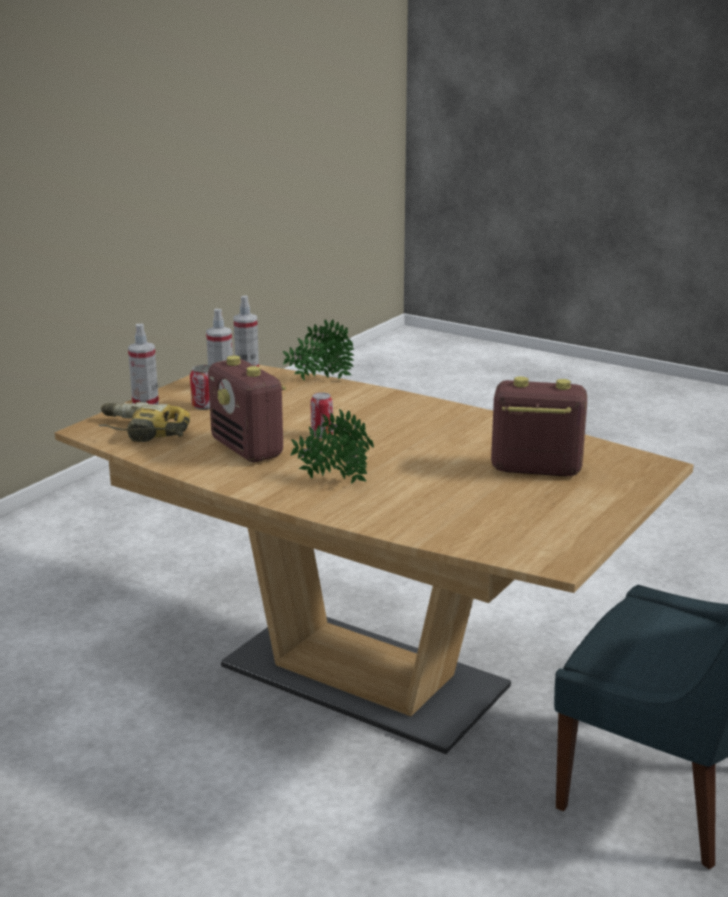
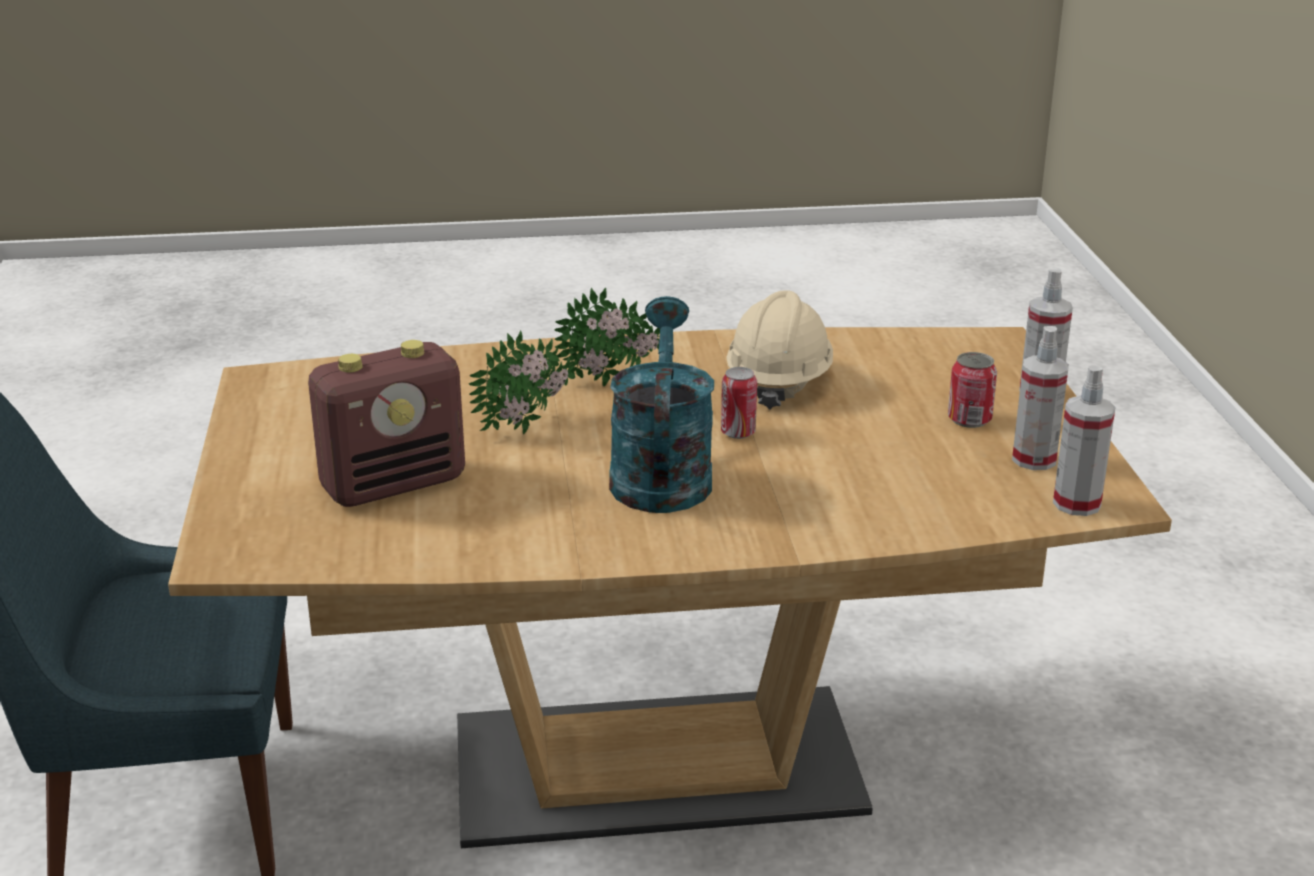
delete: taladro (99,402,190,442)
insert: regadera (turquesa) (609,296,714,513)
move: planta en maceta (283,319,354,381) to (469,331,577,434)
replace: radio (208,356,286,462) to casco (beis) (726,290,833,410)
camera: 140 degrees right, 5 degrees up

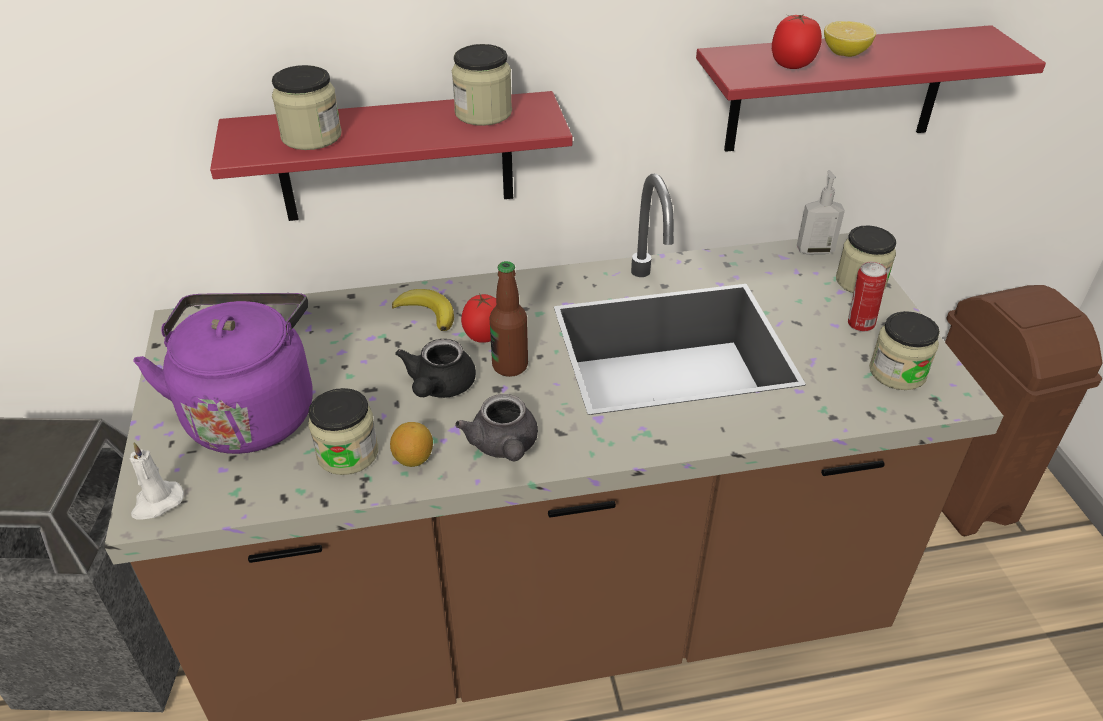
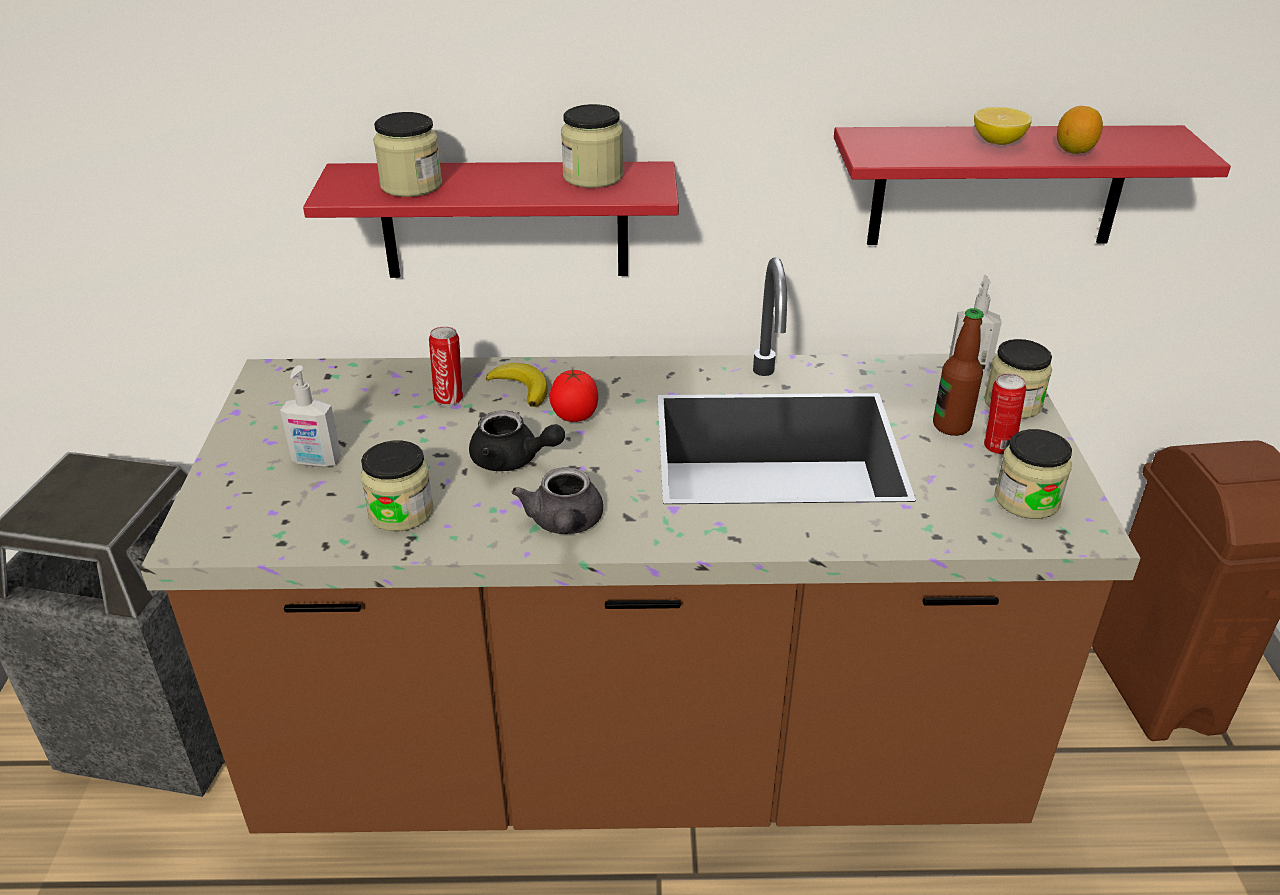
delete: tomate (772,14,822,69); vela (blanco) (130,442,184,520)
insert: lata (429,327,463,405)
move: botella (489,261,528,377) to (933,308,984,436); limón (390,422,433,467) to (1057,106,1103,154)
replace: hervidor (morado) (133,293,313,454) to dispensador de jabón (280,365,341,467)
rotate: tetera (negro) (395,339,476,398) = (469,410,565,471) 90 degrees counterclockwise
camera: 10 degrees right, 5 degrees down

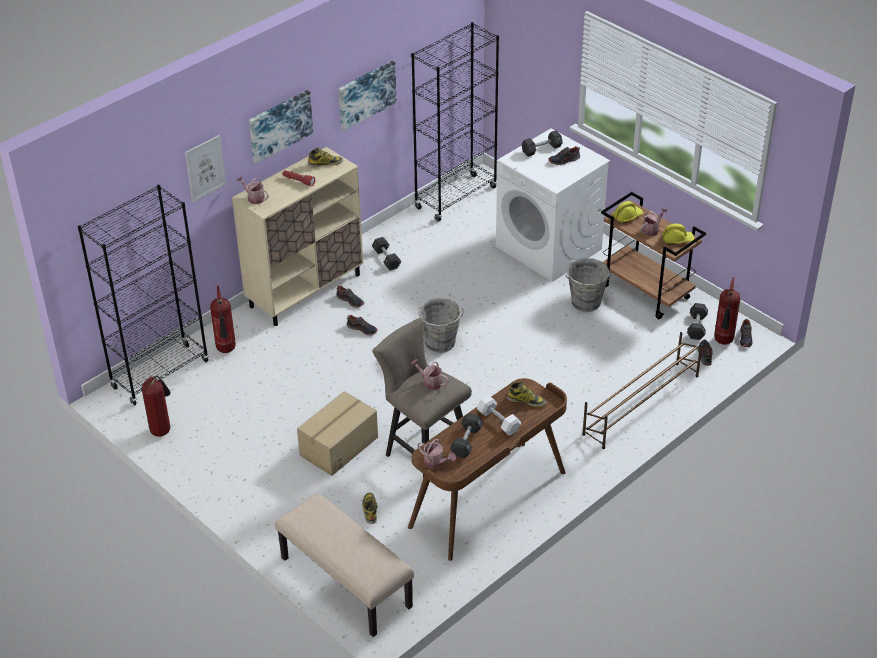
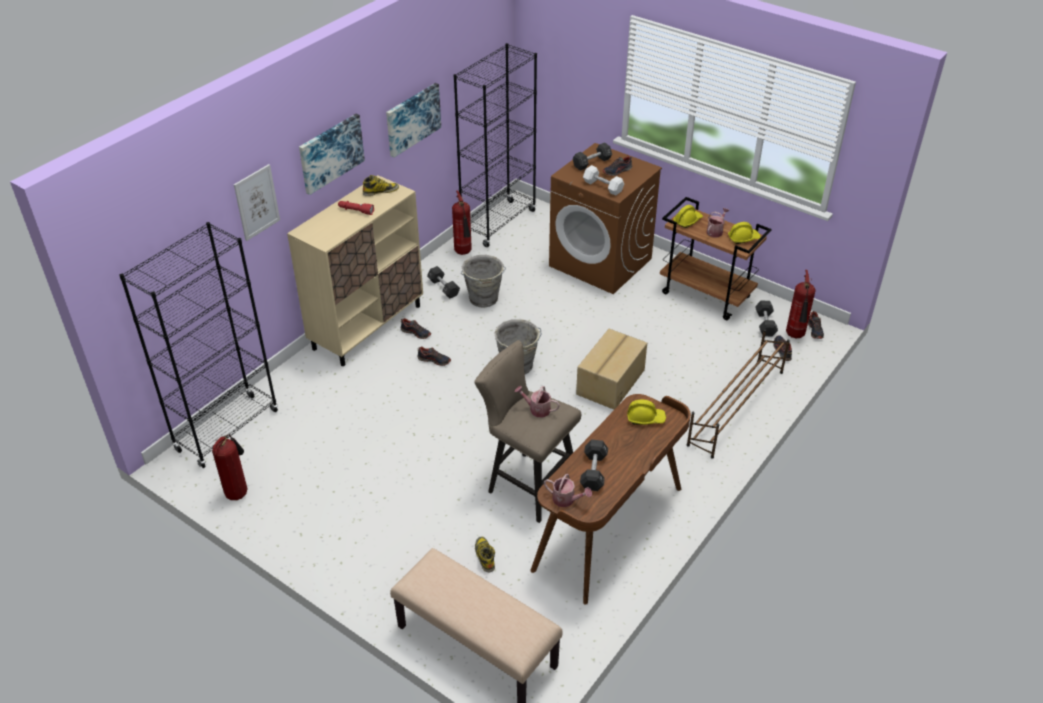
delete: regadera (237,176,269,204)
move: cubo (gris) (566,258,611,312) to (461,255,506,308); extintor (210,286,236,353) to (452,190,472,255); caja de cartón (297,391,378,476) to (576,329,647,410); mancuerna (blanco) (477,395,521,436) to (583,165,624,196)
replace: bota (507,382,546,407) to casco (amarillo) (627,400,666,425)
recolor: lavadora (blanco) (496,128,610,282) to lavadora (marrón) (549,143,662,294)
camera: 10 degrees left, 0 degrees up

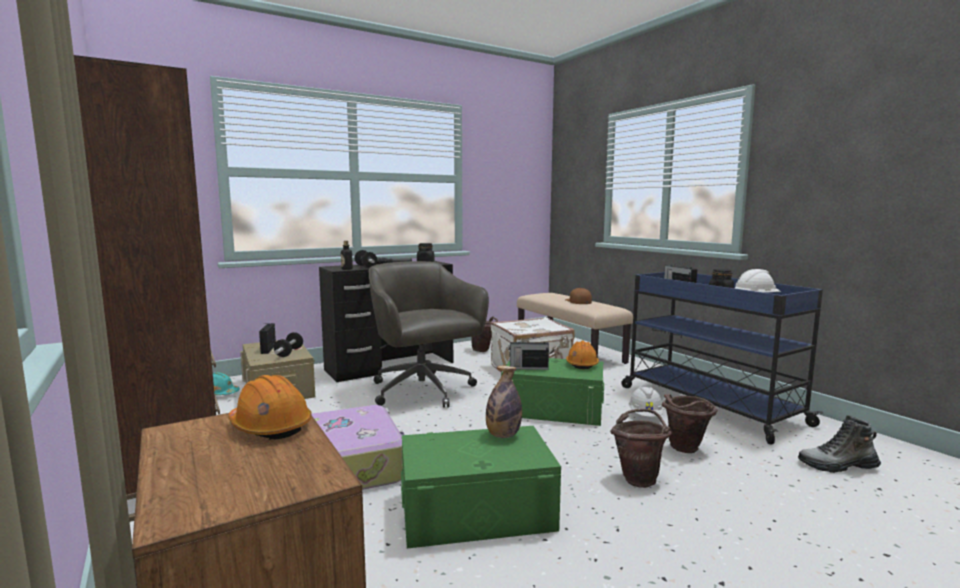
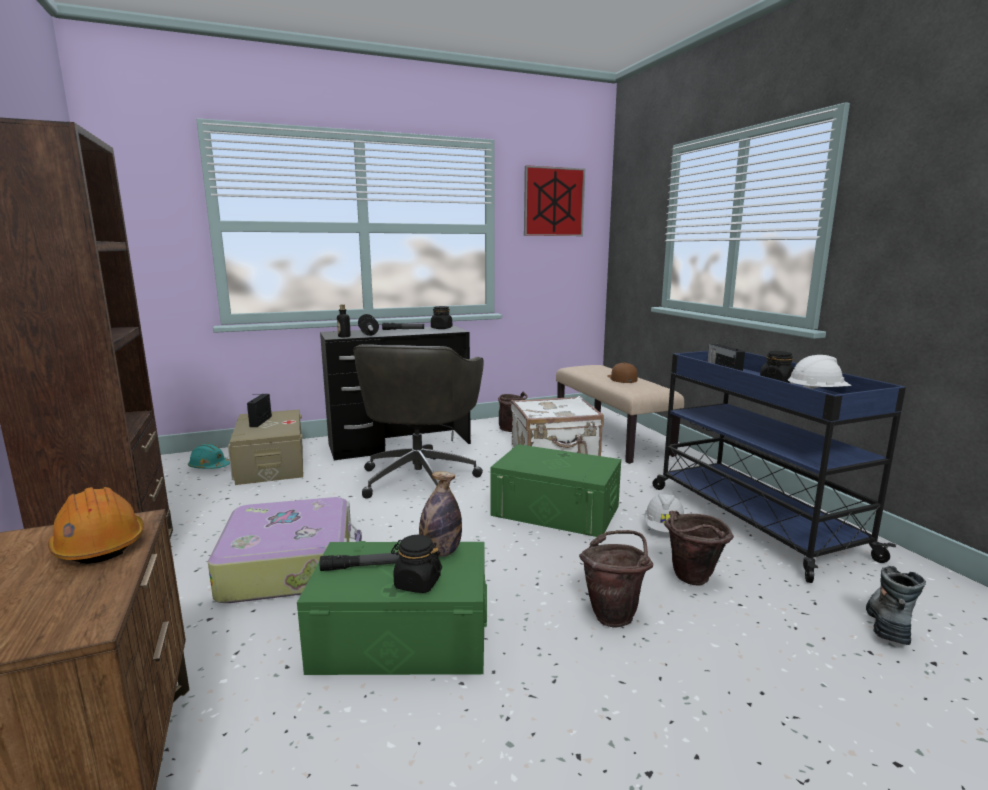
delete: mancuerna (274,332,303,357); radio (509,336,549,370); casco (naranja) (566,341,599,370)
insert: cuadro (524,165,585,236); tarro (negro) (391,535,442,593); linterna (320,552,399,571)
rotate: silla de oficina (gris) (369,261,489,408) = (353,344,483,499) 150 degrees counterclockwise; bota (798,415,881,473) = (866,566,926,645) 105 degrees clockwise
camera: 10 degrees right, 5 degrees up

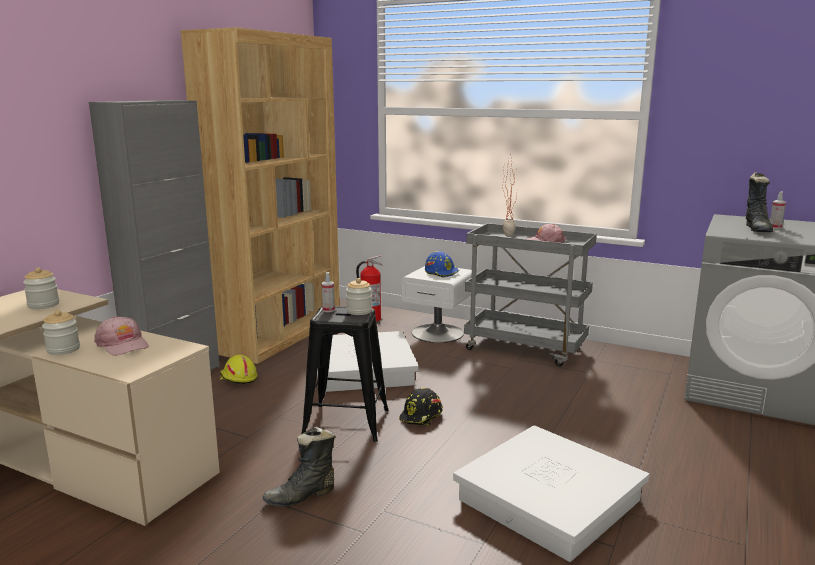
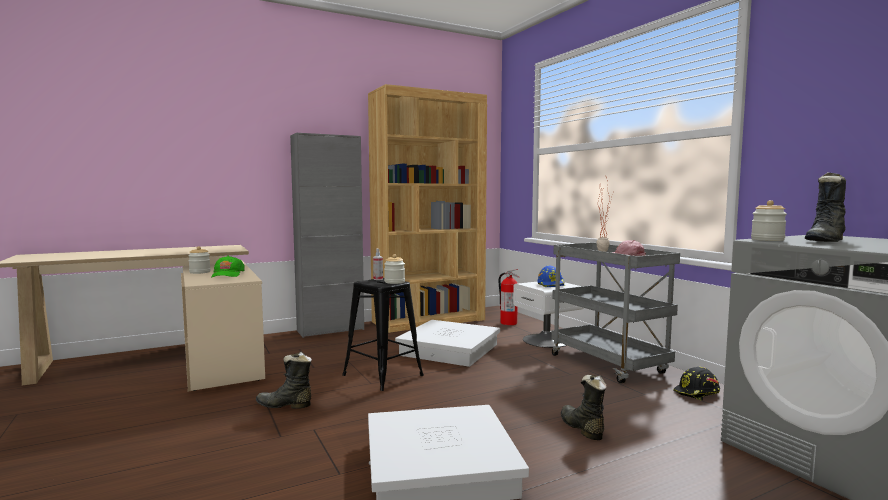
delete: pulverizador (770,191,786,229); casco (amarillo) (220,355,257,384)
insert: bota (negro) (561,375,607,440)
move: tarro (23,268,59,309) to (751,200,787,241); casco (negro) (399,387,443,426) to (674,367,720,400)
recolor: gorra (rosa) (94,316,149,356) to gorra (verde) (211,256,245,277)
camera: 35 degrees right, 10 degrees down

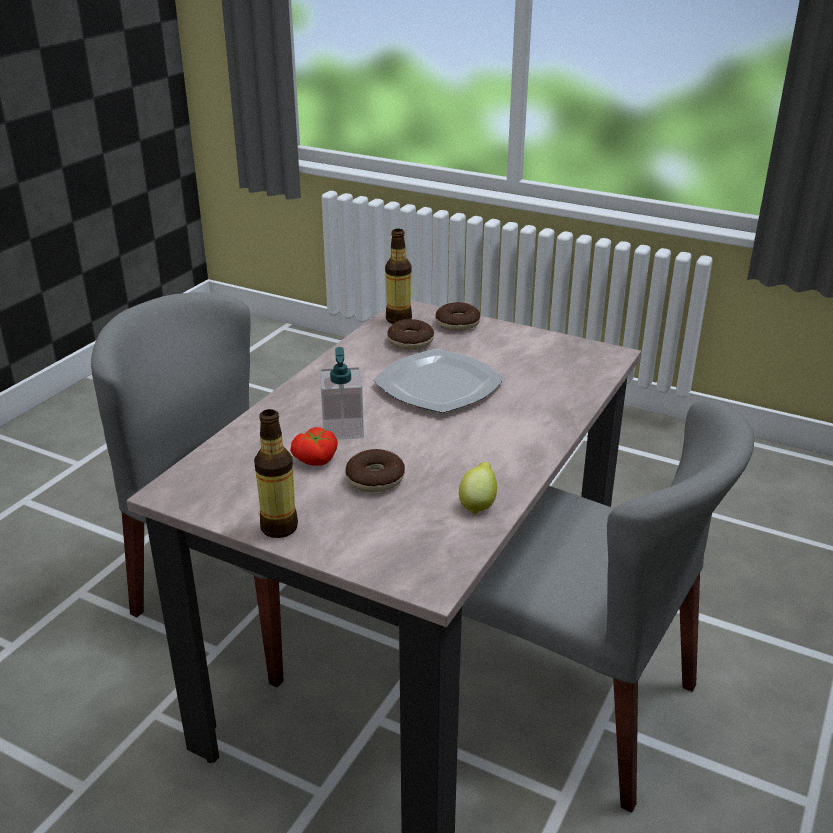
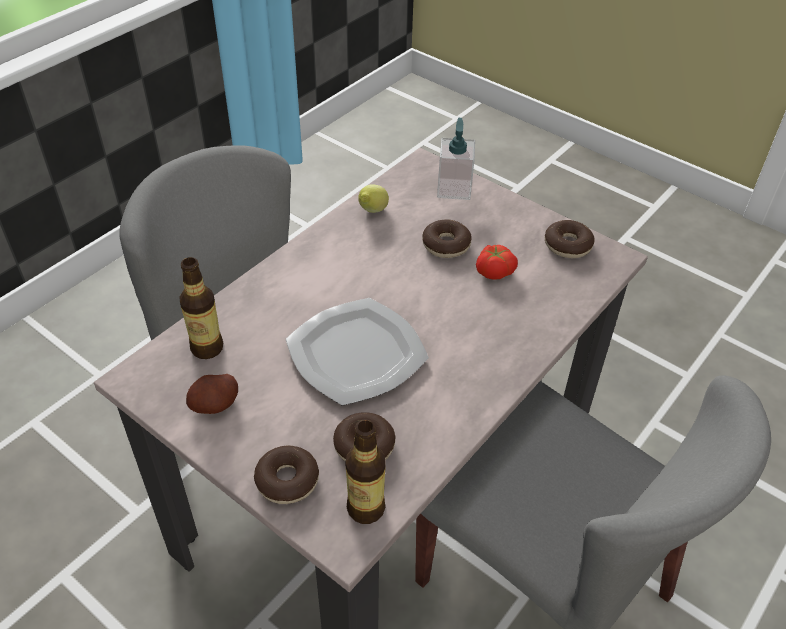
insert: rosquilla (545,220,595,258); patata (186,374,238,414)
move: dispensador de jabón (320,347,364,440) to (437,118,475,200); botella (254,409,298,538) to (179,257,223,359)
camera: 170 degrees left, 15 degrees up

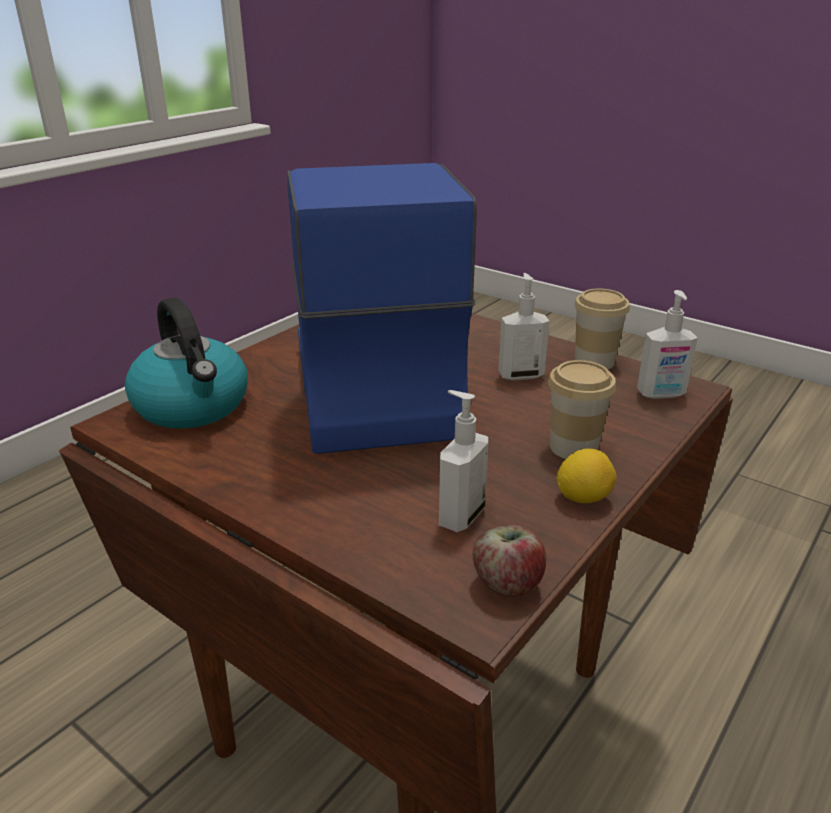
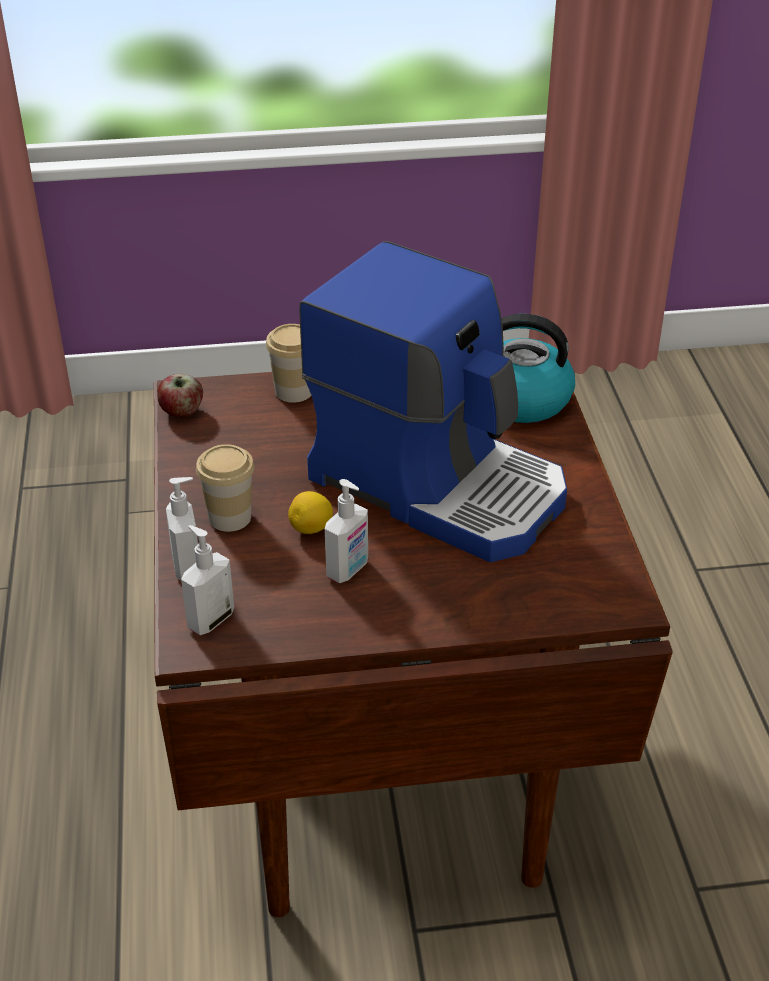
move: taza (574,289,630,369) to (266,324,311,403); dispensador de jabón (439,390,488,532) to (166,477,198,581); limón (556,449,616,503) to (288,491,333,534)
camera: 135 degrees right, 10 degrees up

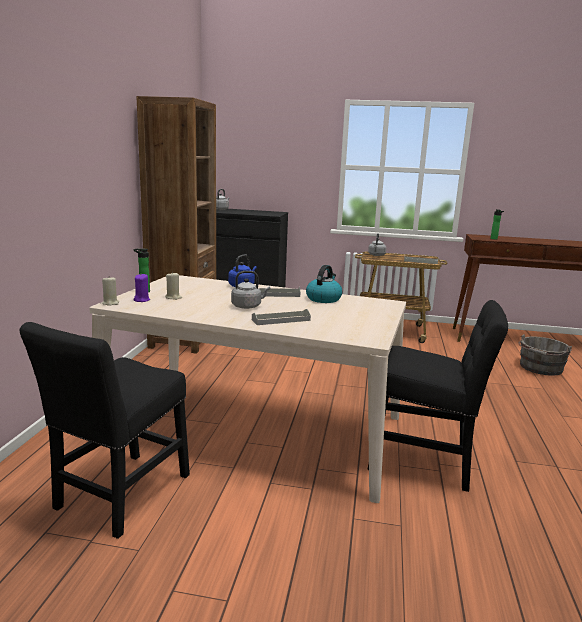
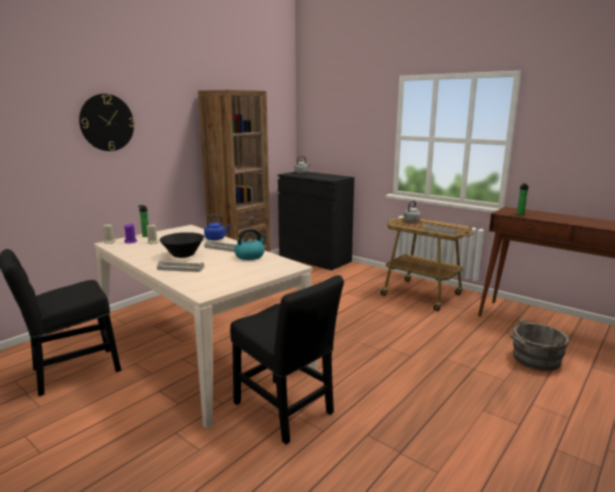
insert: reloj de pared (79,94,135,151)
replace: hervidor (gris) (231,271,270,309) to cuenco (negro) (159,232,204,258)
camera: 30 degrees right, 0 degrees up

